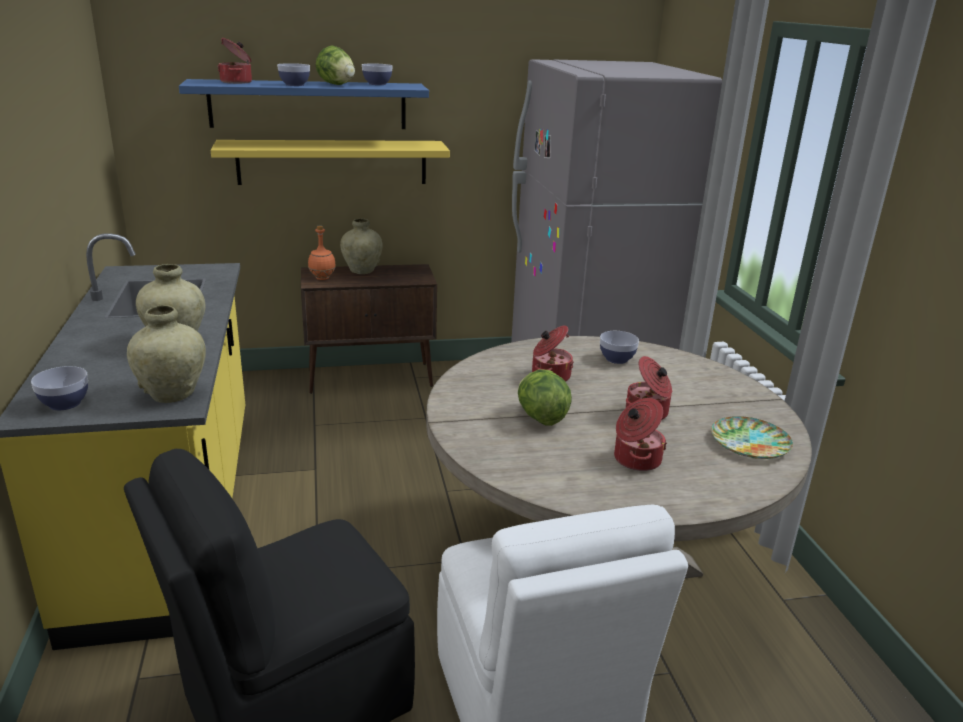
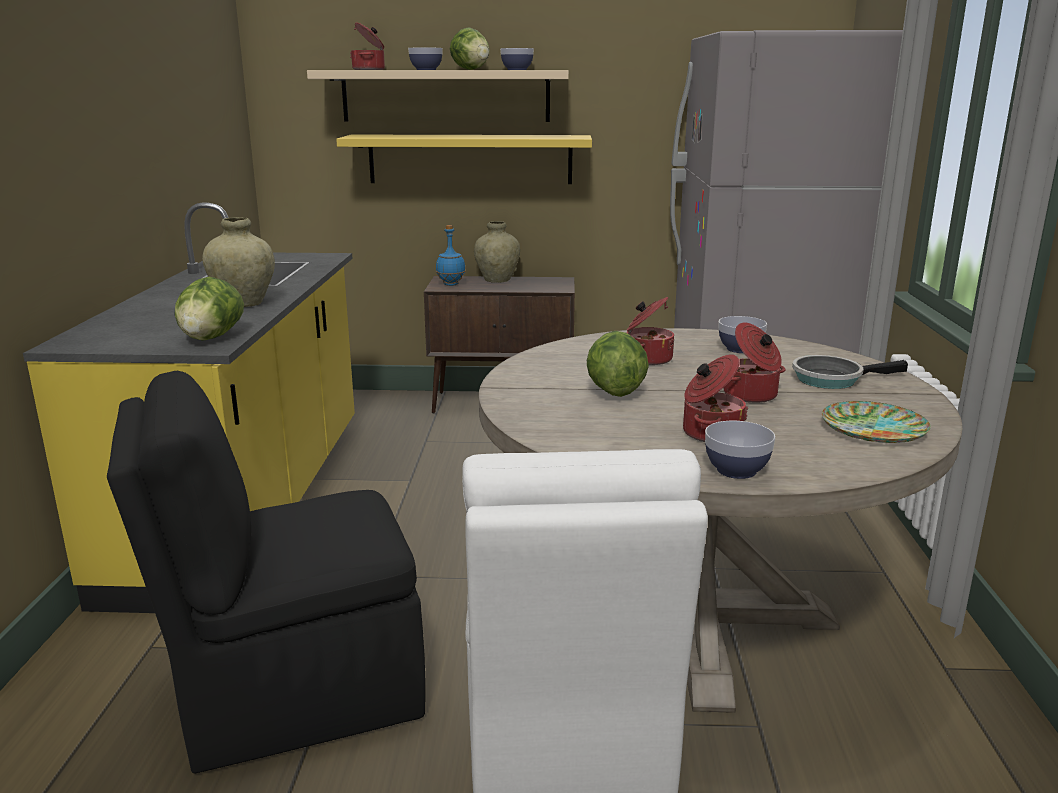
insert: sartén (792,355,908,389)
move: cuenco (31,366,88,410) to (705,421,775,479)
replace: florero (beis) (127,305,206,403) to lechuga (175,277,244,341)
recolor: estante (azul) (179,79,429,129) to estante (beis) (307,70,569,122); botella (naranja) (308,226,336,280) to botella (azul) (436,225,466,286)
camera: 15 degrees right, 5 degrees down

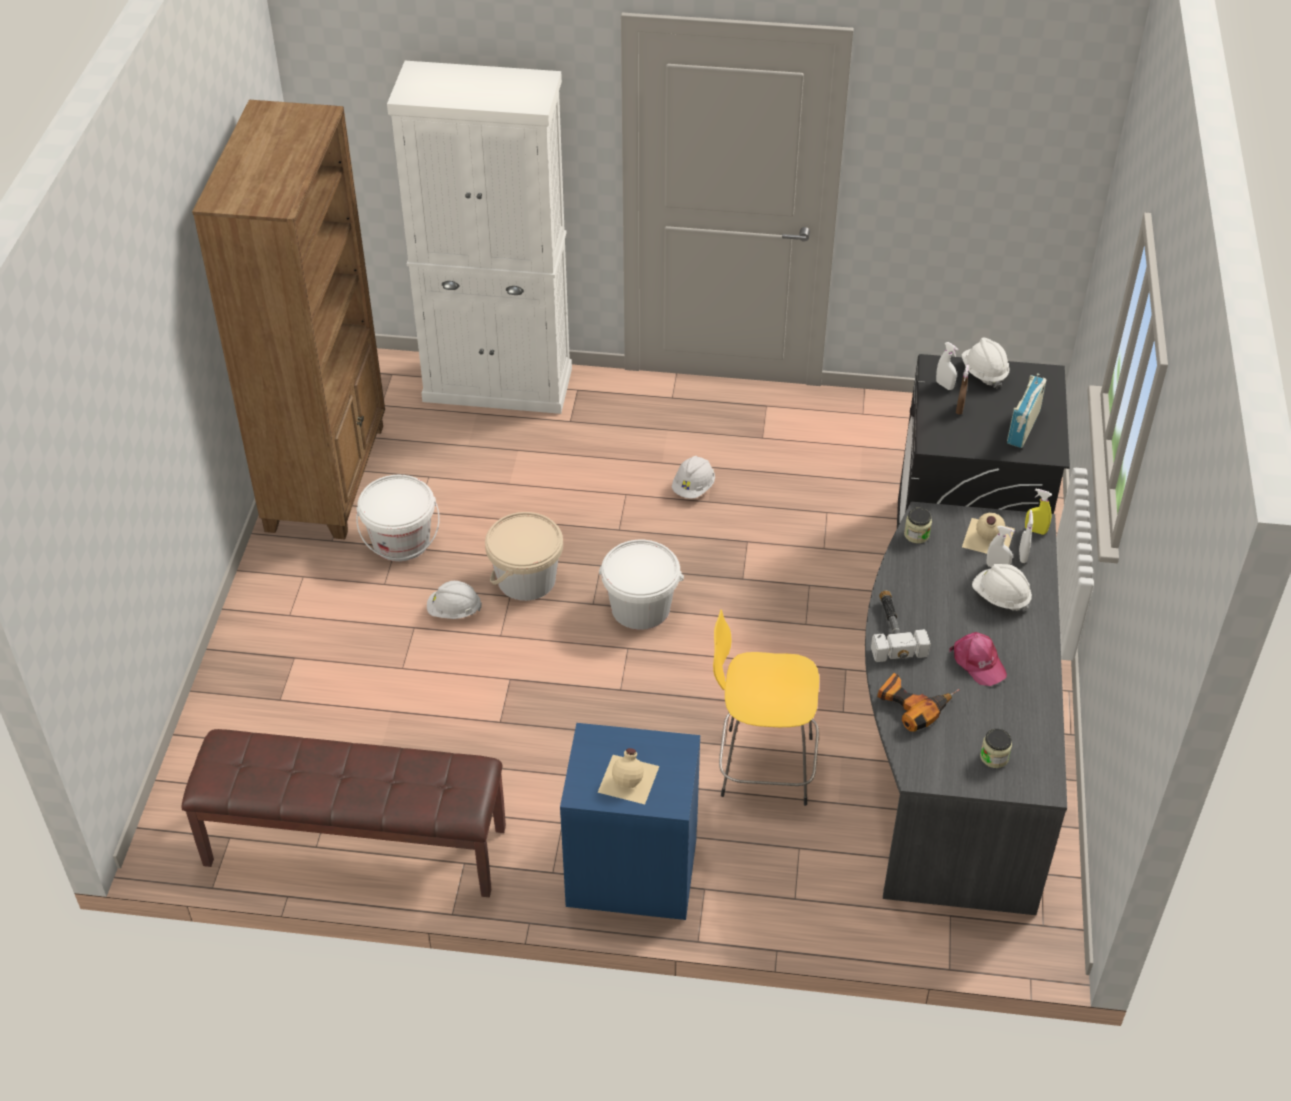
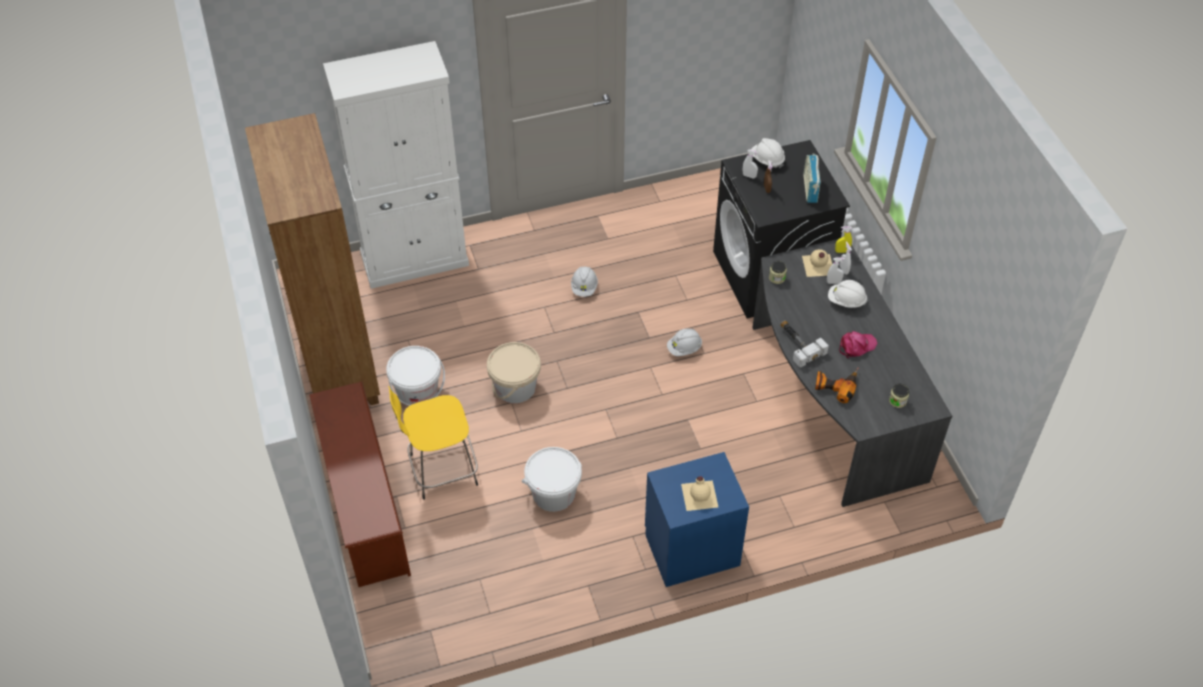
delete: banco (marrón) (181,729,506,897)
insert: zapatero (marrón) (309,381,411,587)
move: cubo (blanco) (599,540,684,630) to (522,447,582,512); casco (blanco) (427,581,482,619) to (667,329,702,356); taburete (amarillo) (713,610,819,806) to (388,386,478,500)
rotate: gorra (rosa) (949,632,1007,686) = (839,331,877,358) 60 degrees counterclockwise
camera: 25 degrees left, 5 degrees up

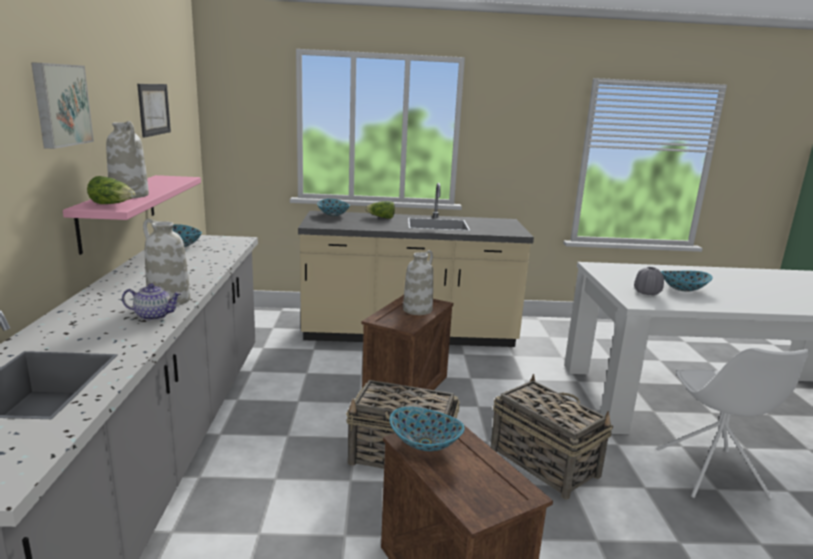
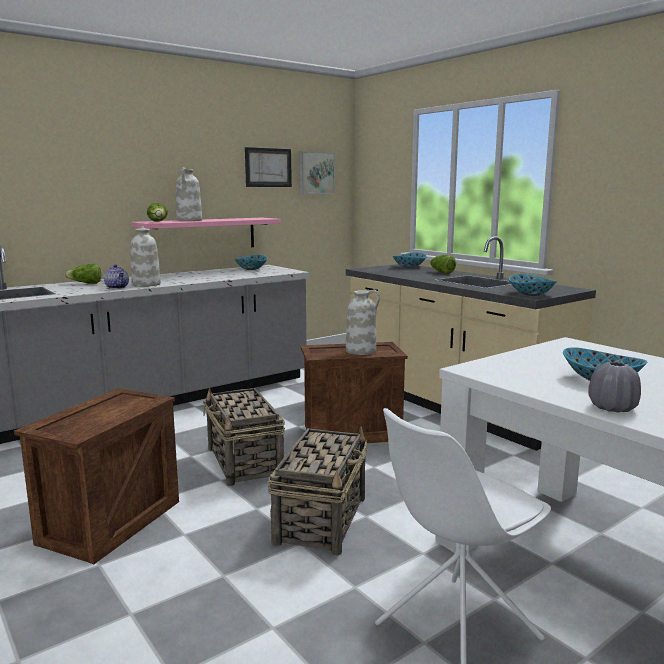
insert: lechuga (65,264,101,284)
move: cuadro (31,62,94,149) to (299,151,335,194); florero (gris) (634,267,664,295) to (588,362,641,413); cuenco (390,407,465,451) to (509,274,557,296)
camera: 55 degrees right, 5 degrees down

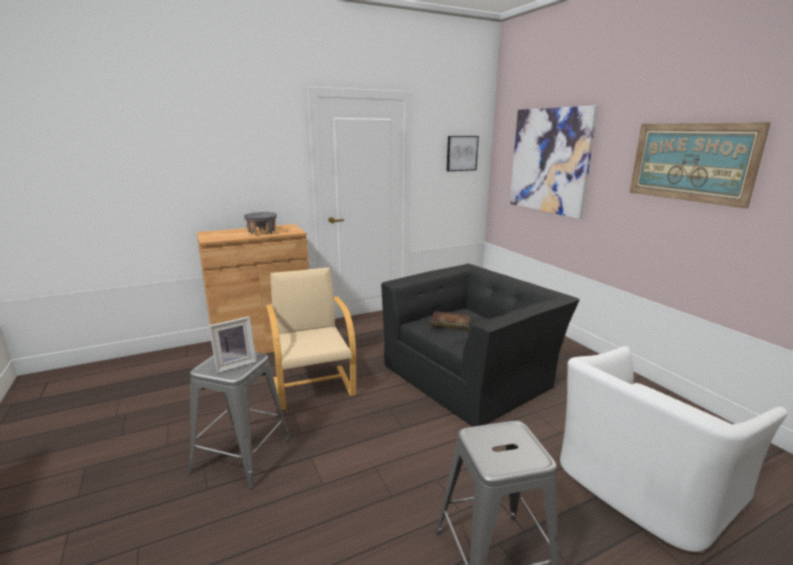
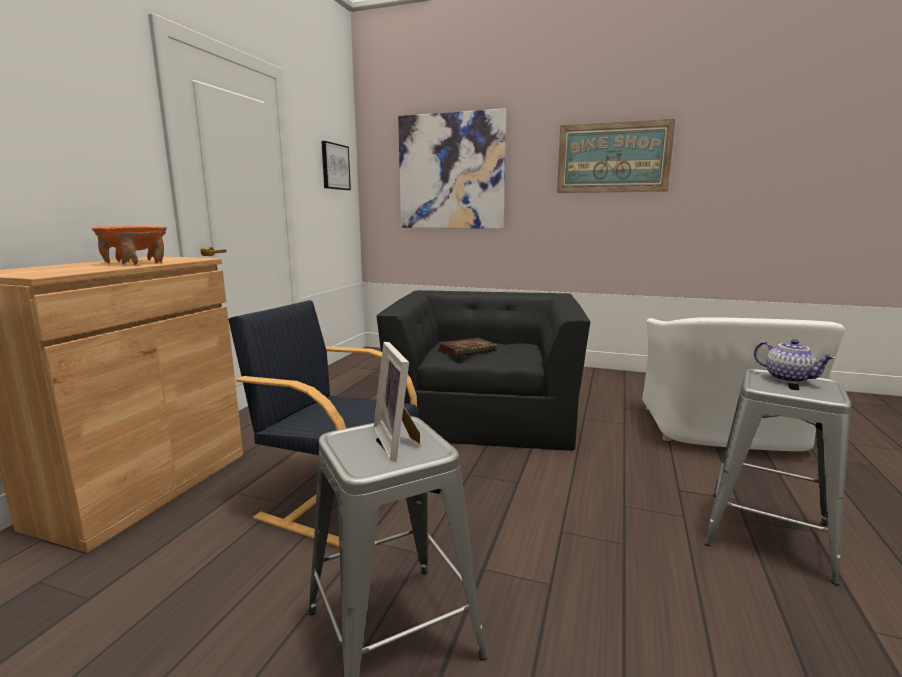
insert: tetera (754,339,835,383)
recolor: cuenco (gris) (244,212,277,235) to cuenco (naranja) (91,226,167,264); sillón (beis) (266,267,356,410) to sillón (negro) (228,300,419,547)
rotate: portarretratos (209,317,257,373) = (374,342,420,461) 150 degrees clockwise
camera: 45 degrees left, 5 degrees down

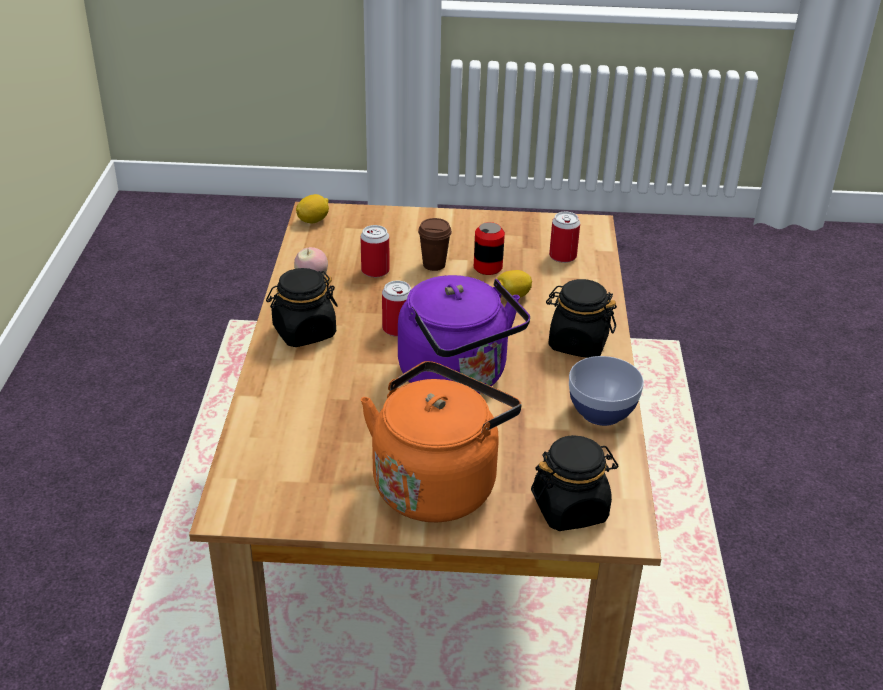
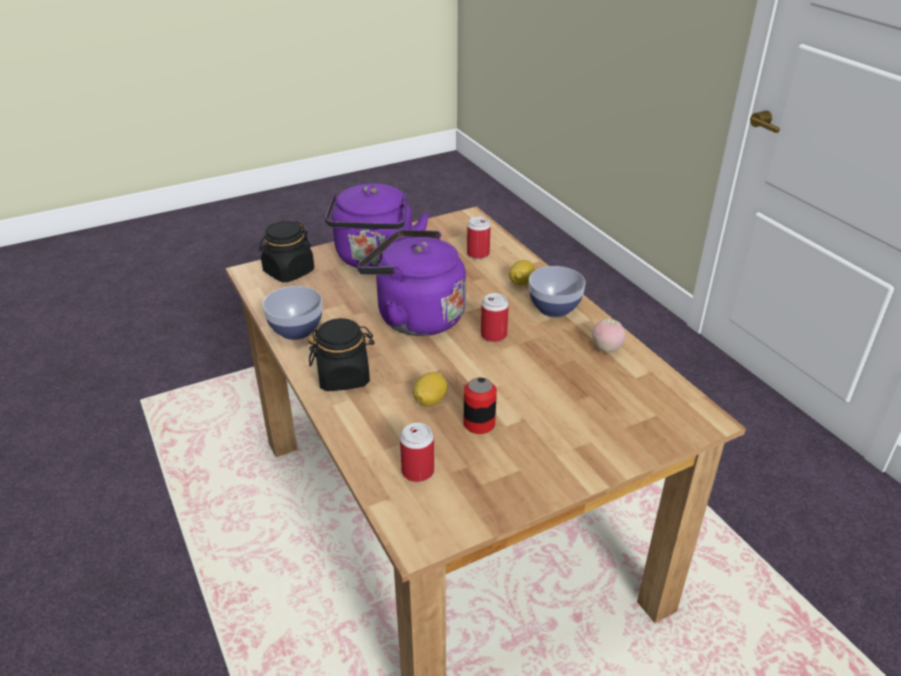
delete: taza (marrón) (418,218,452,271)
move: limón (296,194,329,223) to (509,260,535,286); lata (360,225,390,277) to (467,216,491,259)
replace: tarro (negro) (266,268,338,347) to cuenco (529,266,586,317)
recolor: hervidor (naranja) (361,361,521,522) to hervidor (morado) (325,184,429,268)
camera: 150 degrees right, 0 degrees up

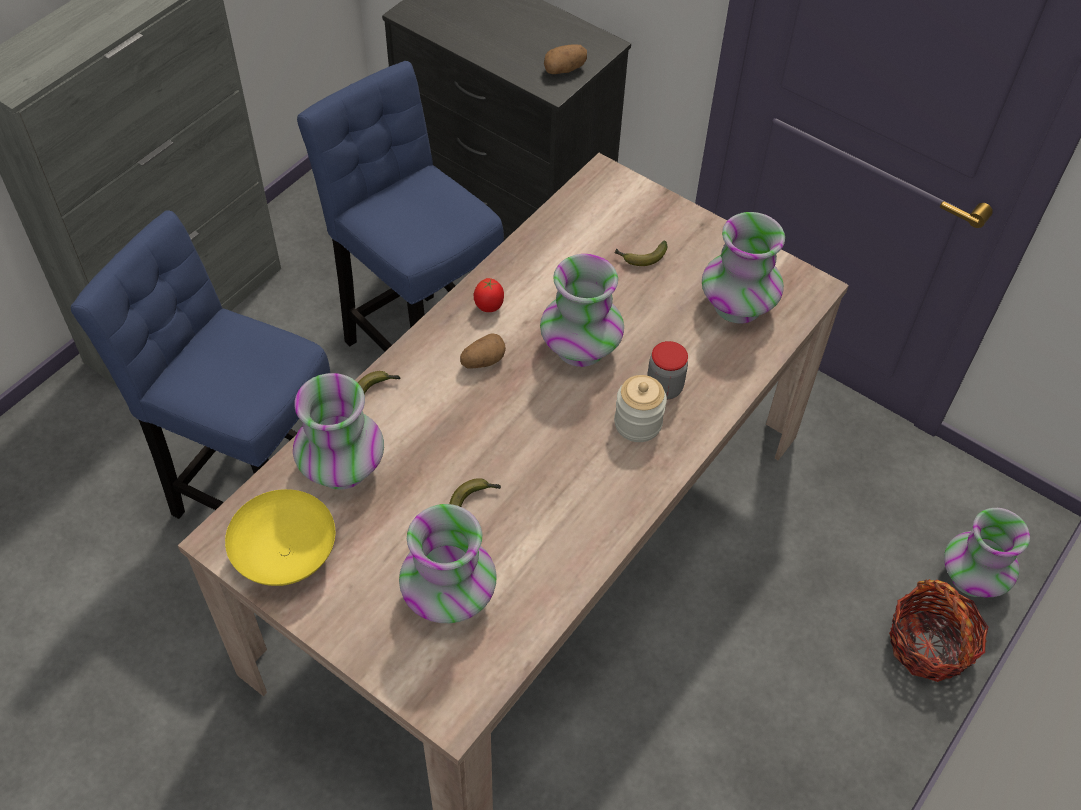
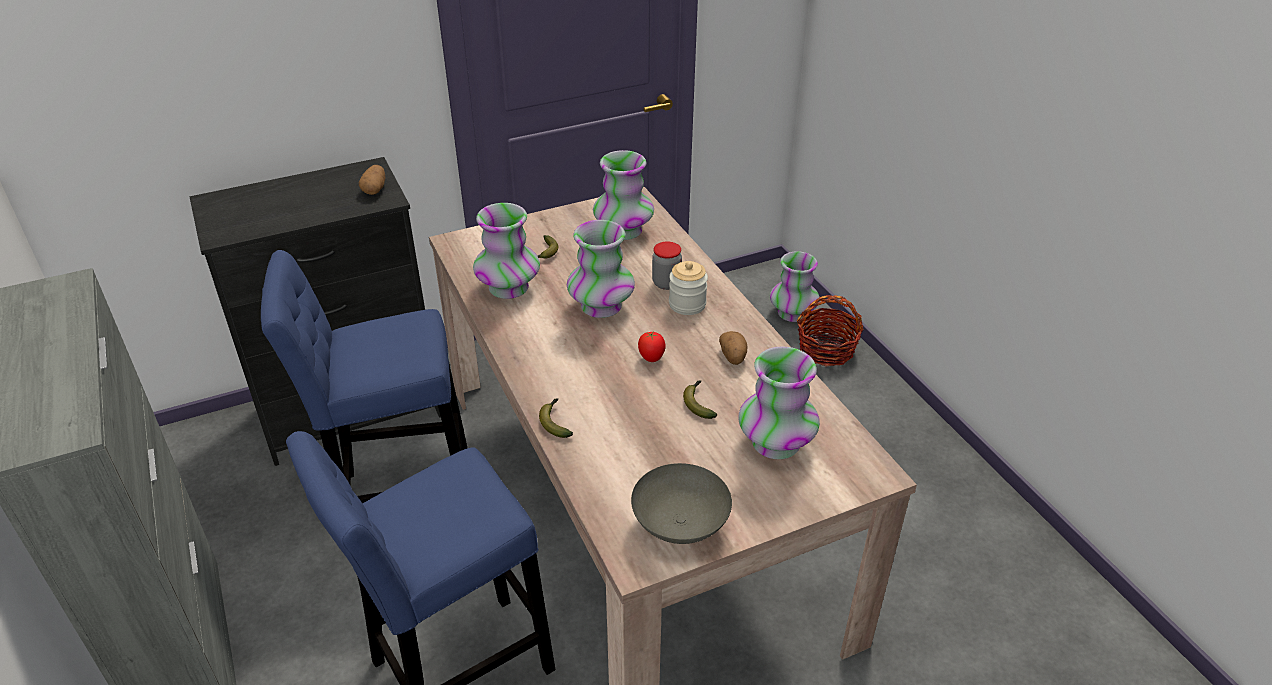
move: tomate (473,278,504,312) to (638,332,666,362); patata (460,334,506,369) to (719,331,747,365); florero (293,373,384,489) to (473,203,540,299)
recolor: cuenco (amarillo) (225,489,335,586) to cuenco (gris) (631,463,732,544)
camera: 60 degrees left, 15 degrees down

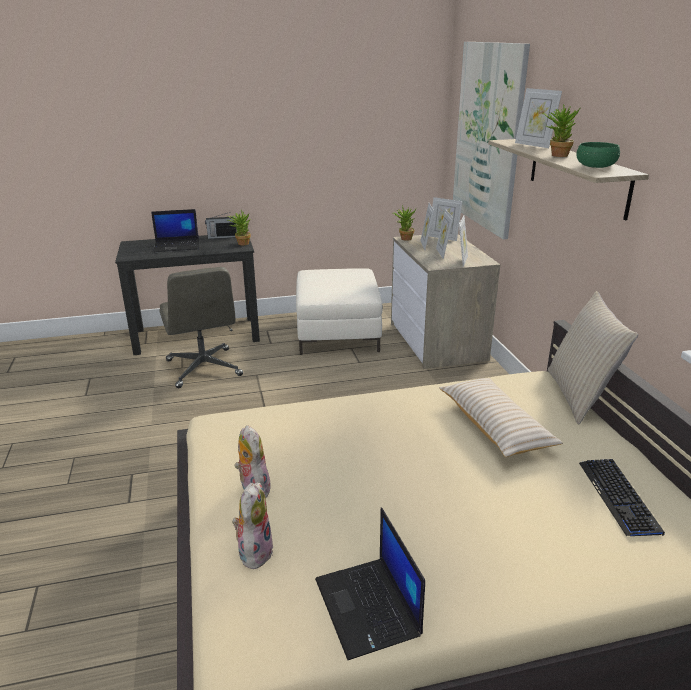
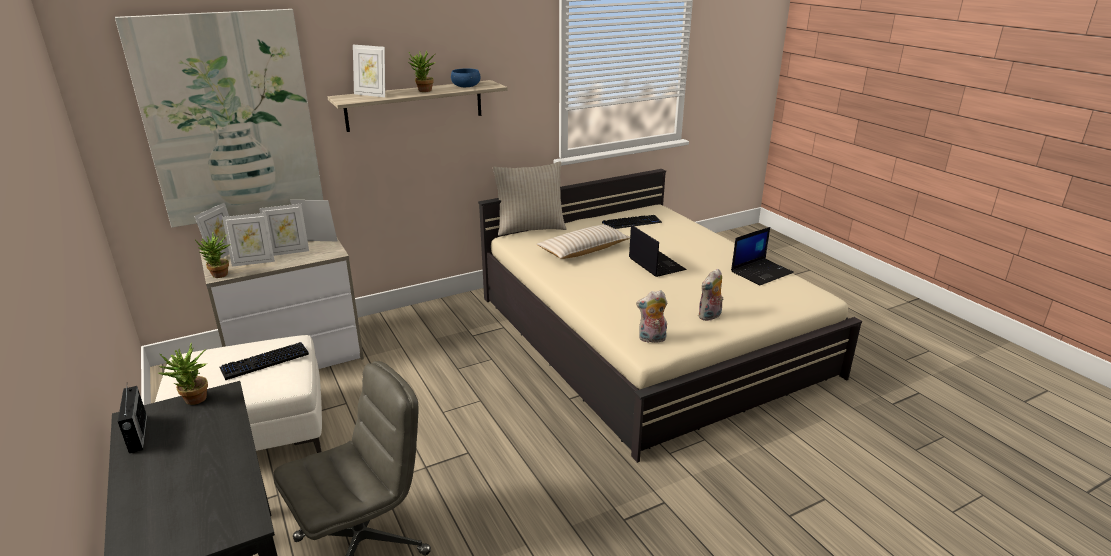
insert: teclado (219,342,309,380)
move: portátil (151,209,199,252) to (629,225,687,277); peluche (232,483,273,569) to (636,290,667,343)
recolor: cuenco (verde) (576,142,620,168) to cuenco (azul) (451,68,480,87)
rotate: portarretratos (515,88,562,148) = (353,45,385,97) 75 degrees clockwise
camera: 105 degrees left, 0 degrees up

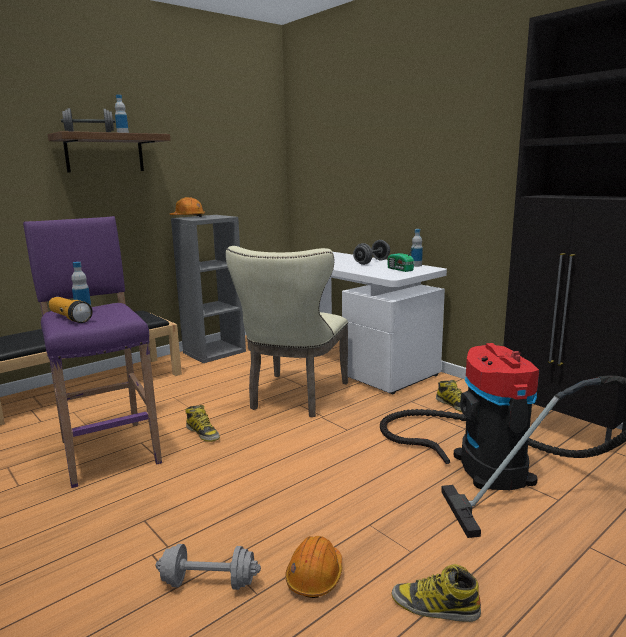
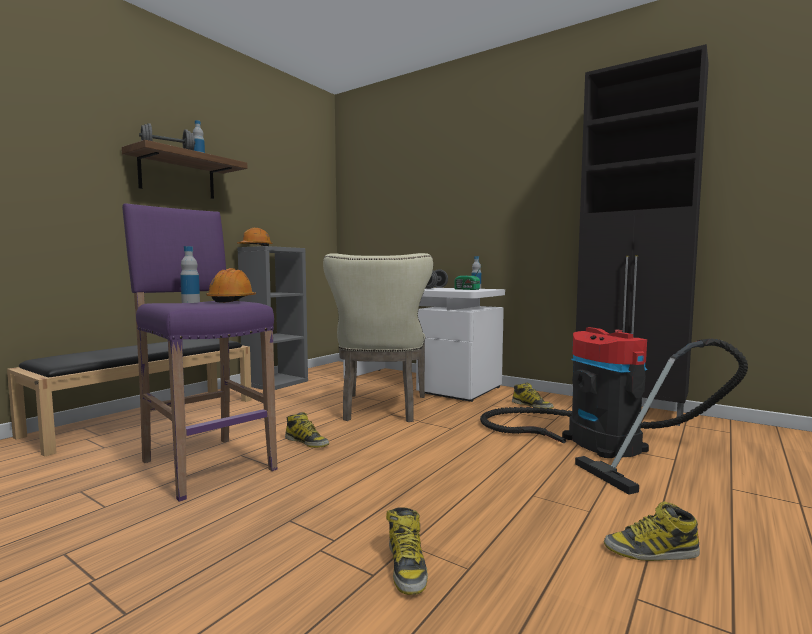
delete: linterna (49,297,93,323)
move: casco (naranja) (285,536,342,598) to (206,268,256,303)
replace: mancuerna (gris) (156,544,261,590) to bota (386,507,428,595)
camera: 15 degrees left, 10 degrees down

